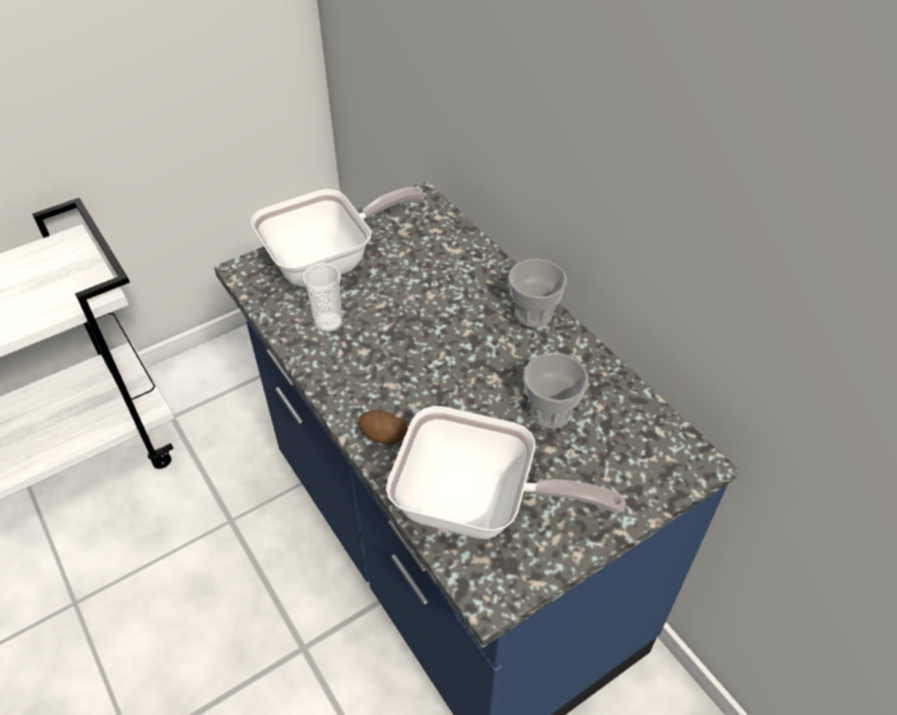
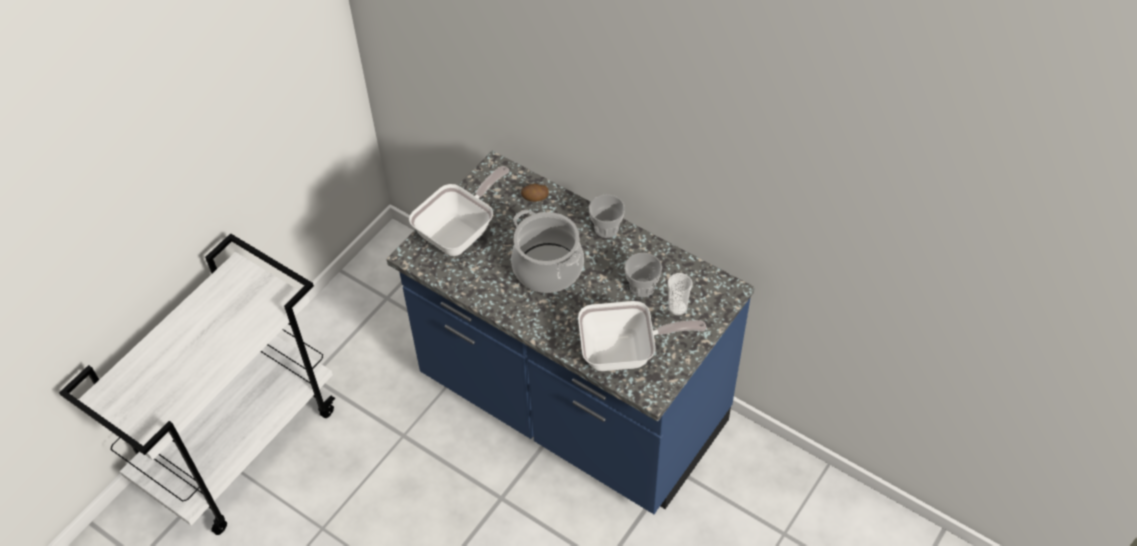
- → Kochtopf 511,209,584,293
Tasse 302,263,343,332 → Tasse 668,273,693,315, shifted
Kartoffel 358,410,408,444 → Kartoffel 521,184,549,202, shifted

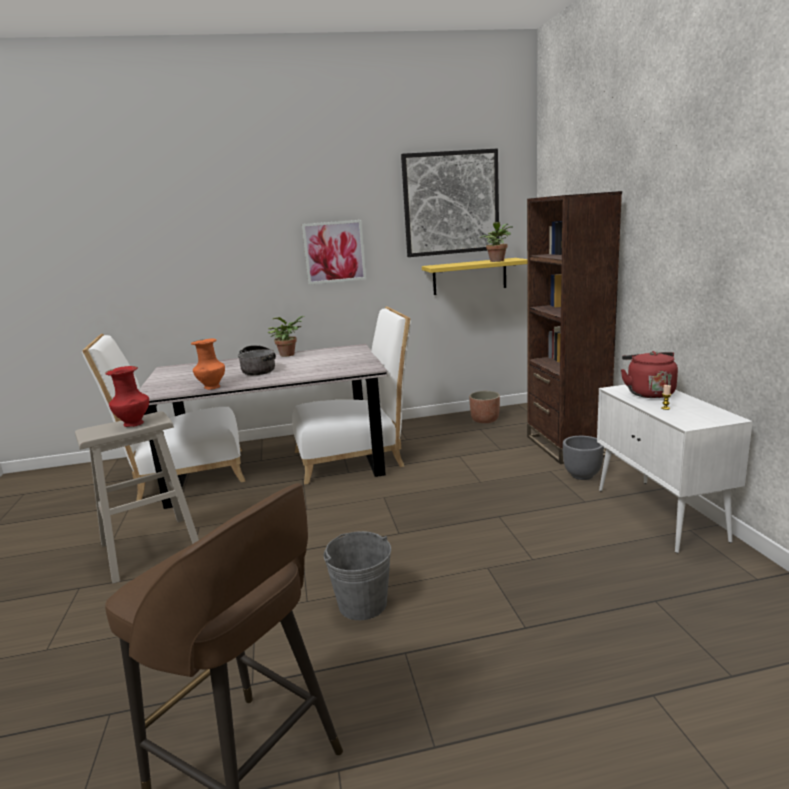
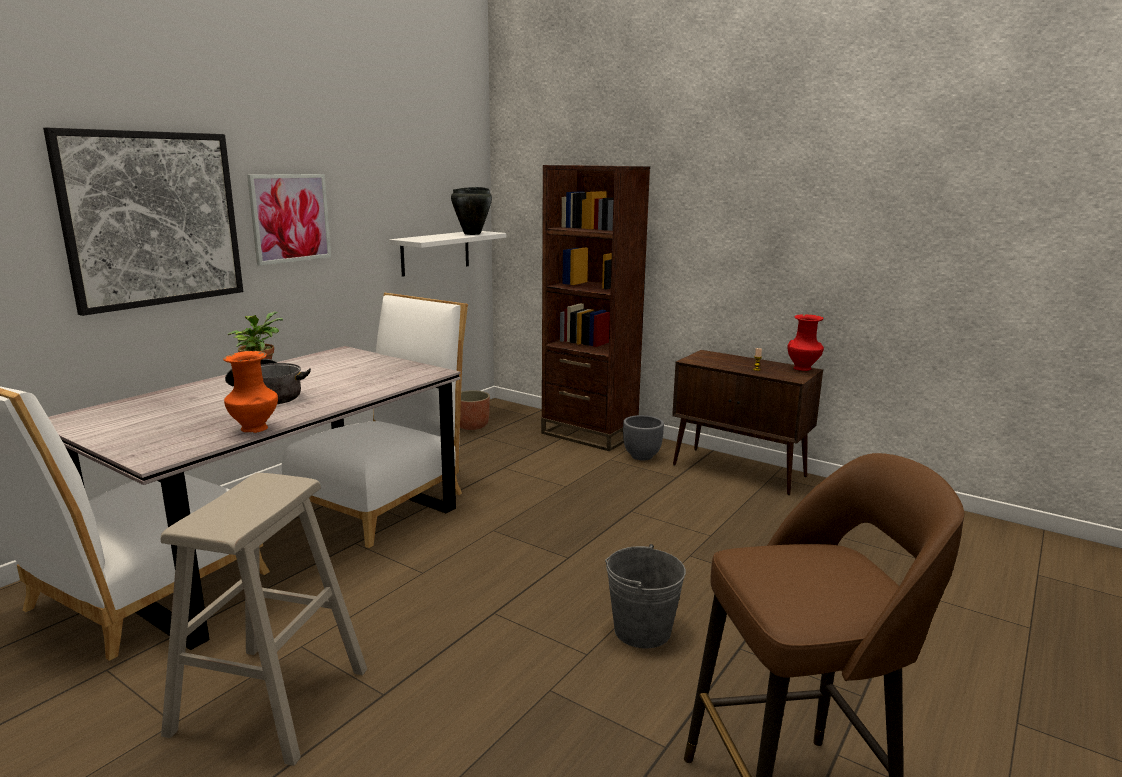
Wasserkessel/rot 621,351,678,398 → -
Vase/rot 105,366,149,427 → Vase/rot 787,314,824,371, shifted
Bild 401,148,499,257 → Bild 43,128,243,316, shifted
Topfpflanze 480,222,513,262 → Kochtopf/schwarz 451,187,492,235
Wandregal/gelb 422,258,527,295 → Wandregal/weiß 389,231,506,277
Schrank/weiß 597,385,753,553 → Schrank/braun 672,350,823,495

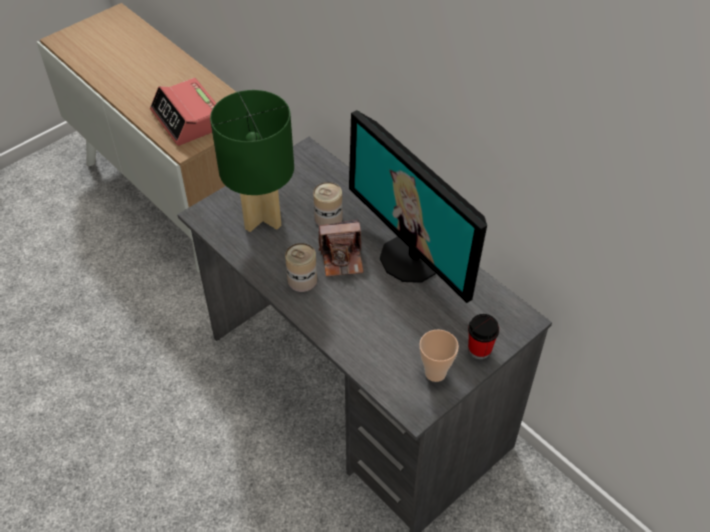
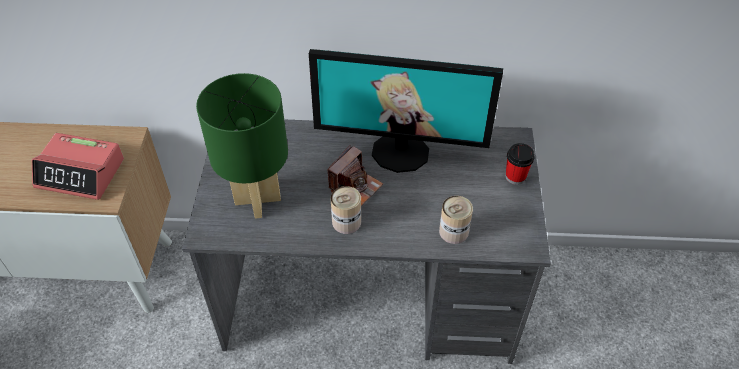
Tasse 419,330,459,382 → -
Dose 313,182,343,226 → Dose 439,196,473,244, shifted

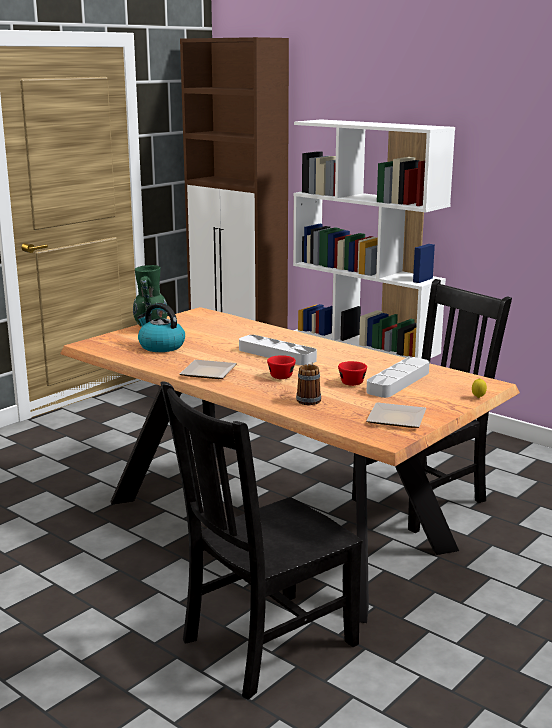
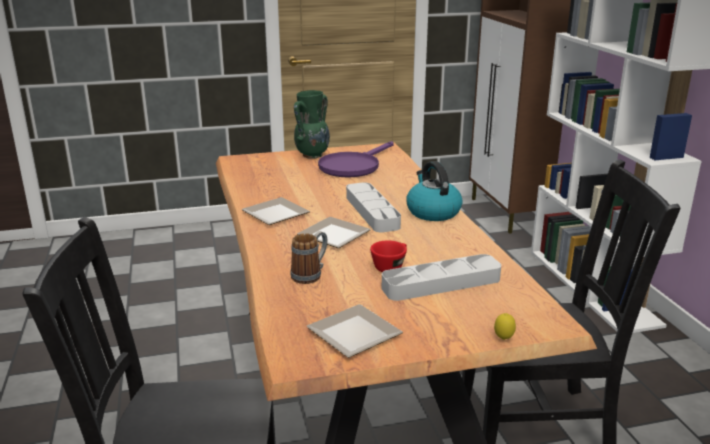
- → Pfanne/lila 318,141,393,178
Wasserkessel 137,303,185,352 → Wasserkessel 406,161,463,221, shifted
Tasse/rot 267,355,296,379 → Teller 297,217,371,248

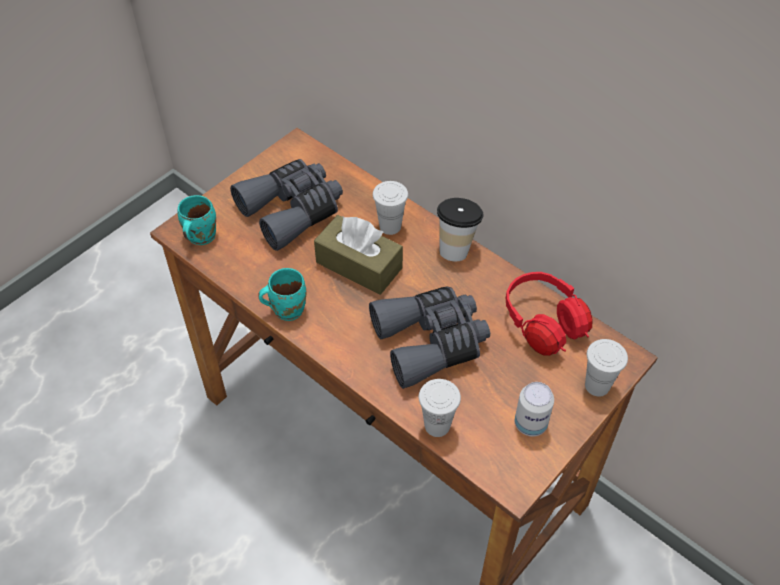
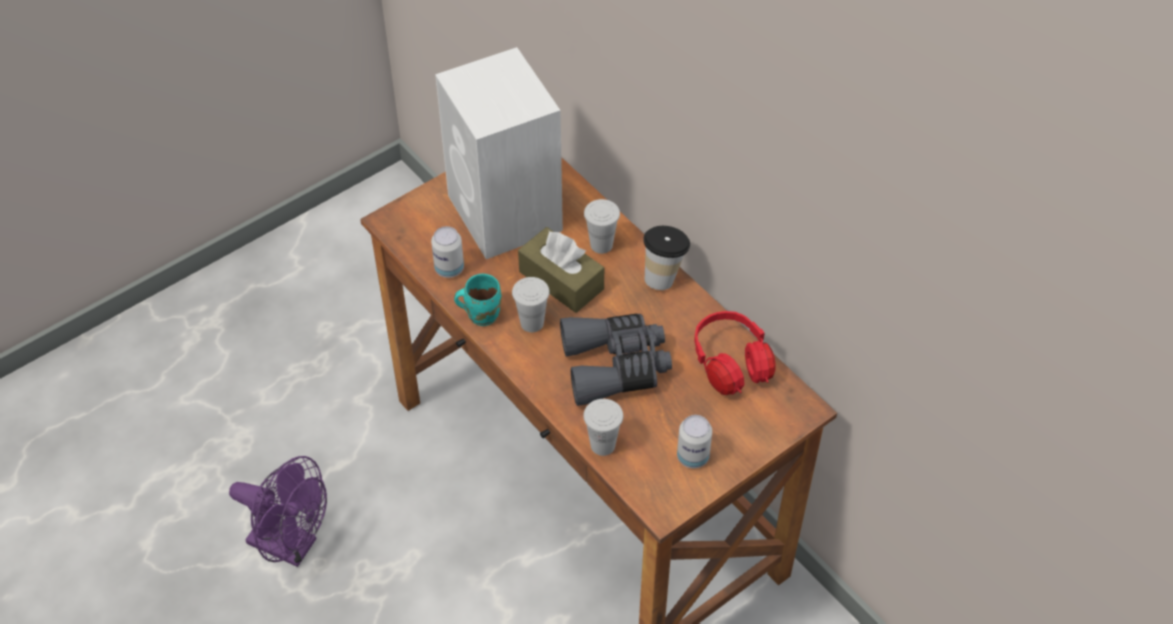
Henkelbecher/türkis 177,195,216,245 → -
- → Ventilator/lila 229,456,327,567
- → Dose 431,226,464,278
Tasse/weiß 585,339,628,397 → Tasse/weiß 512,277,550,332, shifted
Fernglas/grau 230,159,343,251 → Lautsprecher/weiß 435,47,563,259

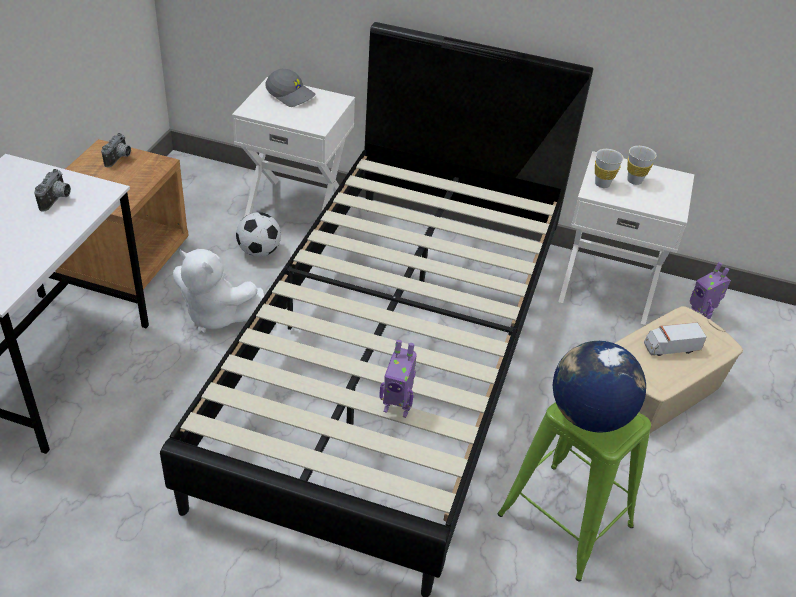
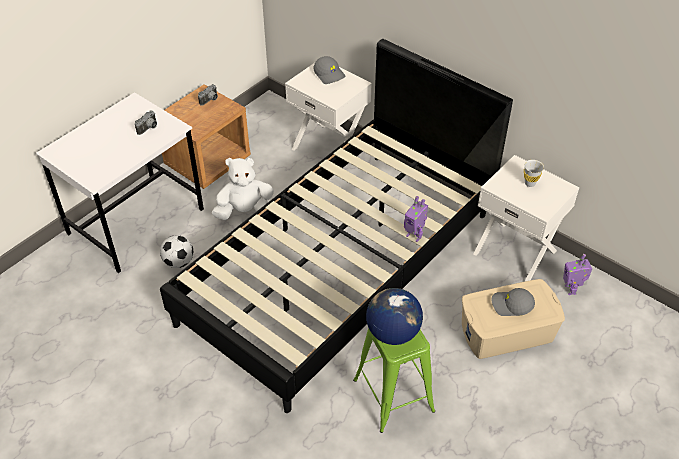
Tasse/weiß 595,149,624,188 → -
Fußball 236,212,281,257 → Fußball 160,235,193,268, shifted
Spielzeugroboter 379,340,417,418 → Spielzeugroboter 404,196,428,242, shifted
Spielzeuglaster 644,322,707,356 → Kappe/grau 492,288,535,316
Plüschtier/weiß 173,249,265,333 → Plüschtier/weiß 212,158,274,220, 120 degrees clockwise

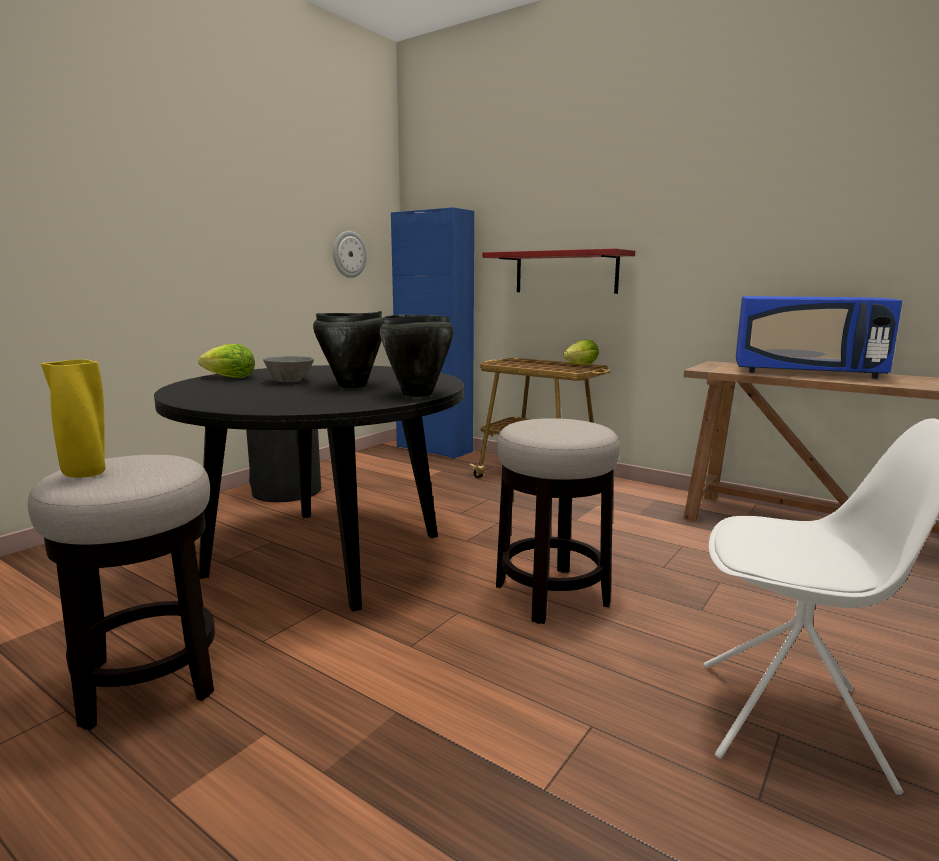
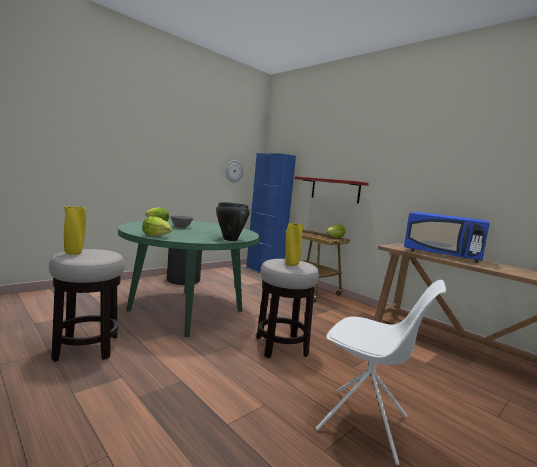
Kochtopf/schwarz 313,311,383,388 → -
- → Salatkopf 142,216,173,236
- → Vase/gelb 285,223,304,266
Esstisch/schwarz 154,365,464,611 → Esstisch/grün 118,220,259,337

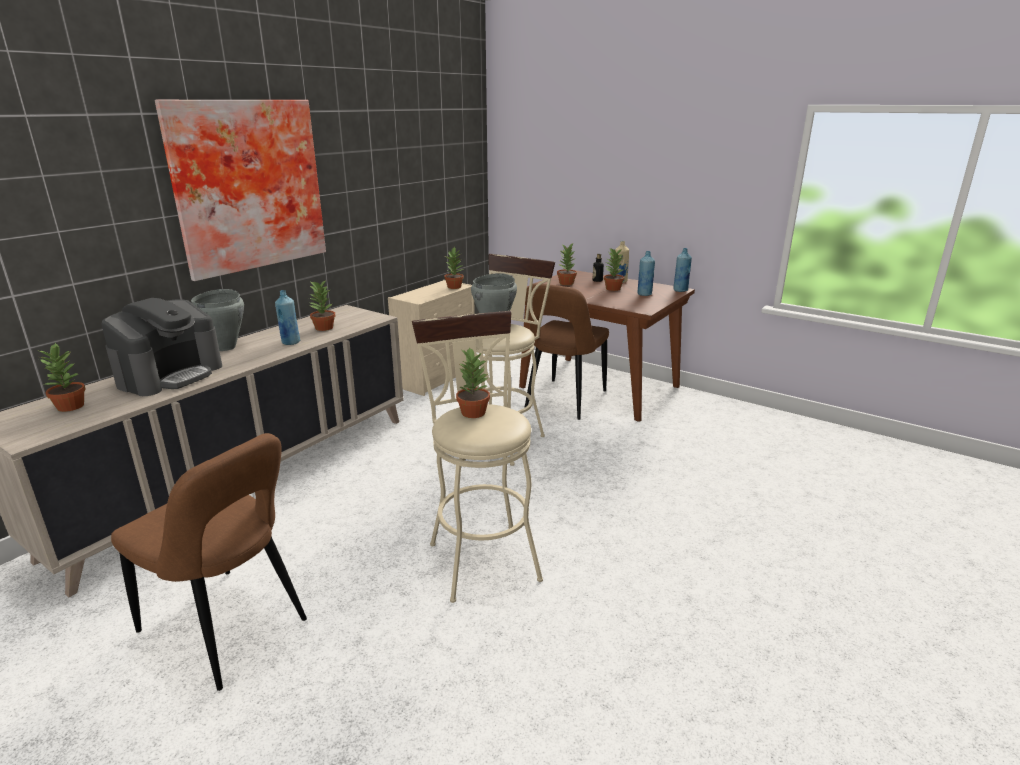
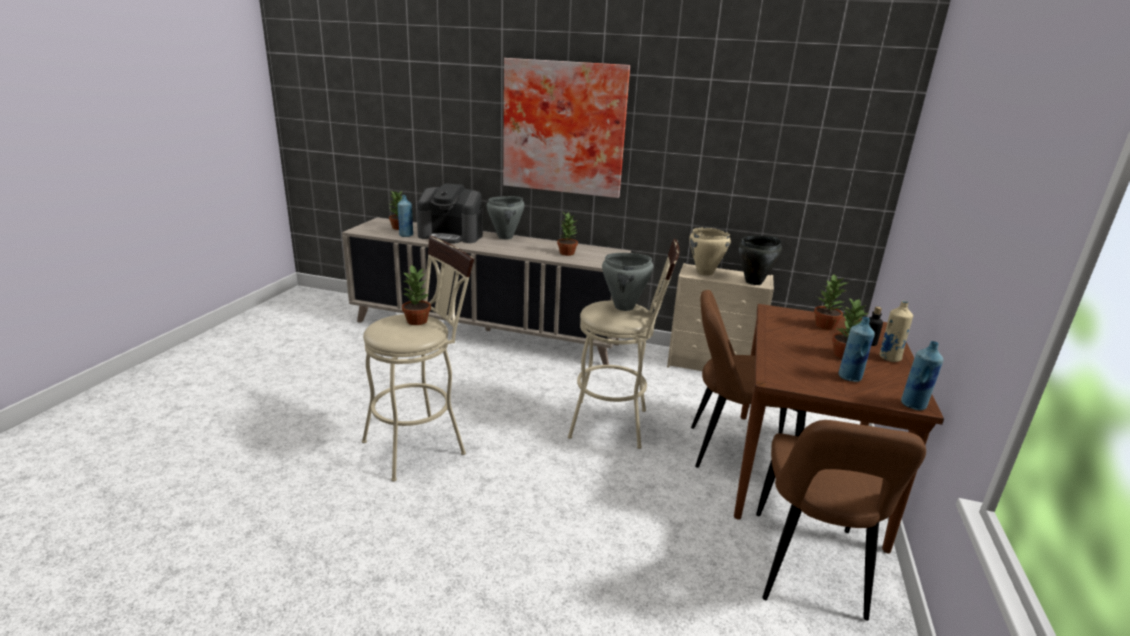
- → Kochtopf/beige 689,227,731,276
Stuhl/braun 111,433,307,691 → Stuhl/braun 756,420,926,621, shifted
Flasche/blau 275,290,301,345 → Flasche/blau 397,195,413,237, shifted
Topfpflanze 444,247,464,289 → Kochtopf/schwarz 738,236,782,285

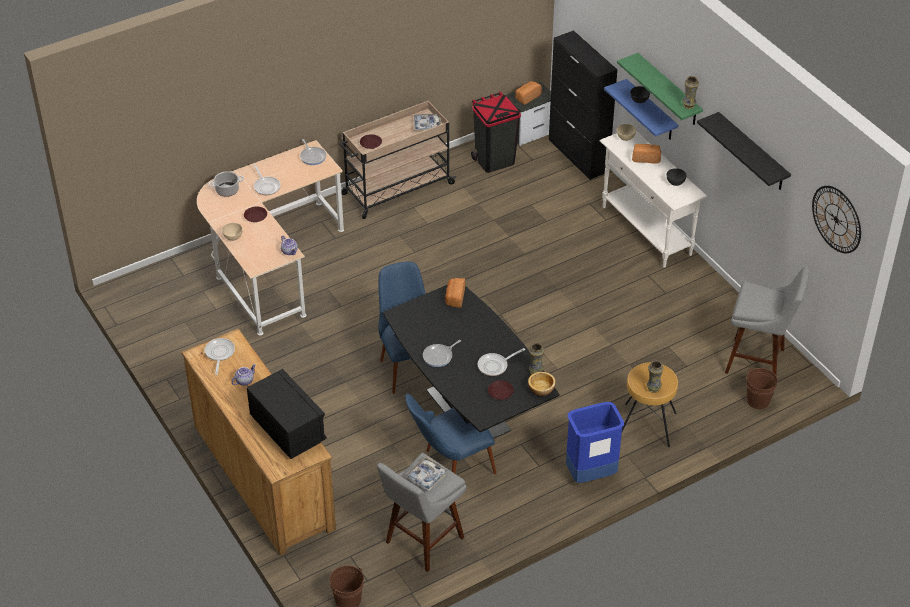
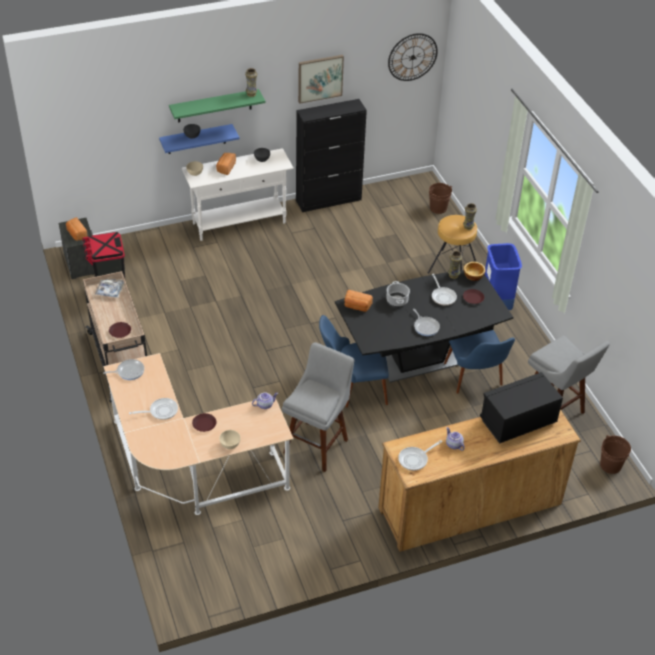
Tablett 405,456,449,491 → -
Kochtopf 209,171,244,197 → Kochtopf 386,281,410,307, shifted
Schrank/schwarz 549,30,617,180 → Schrank/schwarz 296,99,367,212, shifted
Hocker/grau 725,266,810,375 → Hocker/grau 282,342,354,472, shifted
Wandregal/schwarz 697,112,791,190 → Bild 298,55,344,104
Pfanne 205,338,235,375 → Pfanne 398,440,443,471, 45 degrees counterclockwise

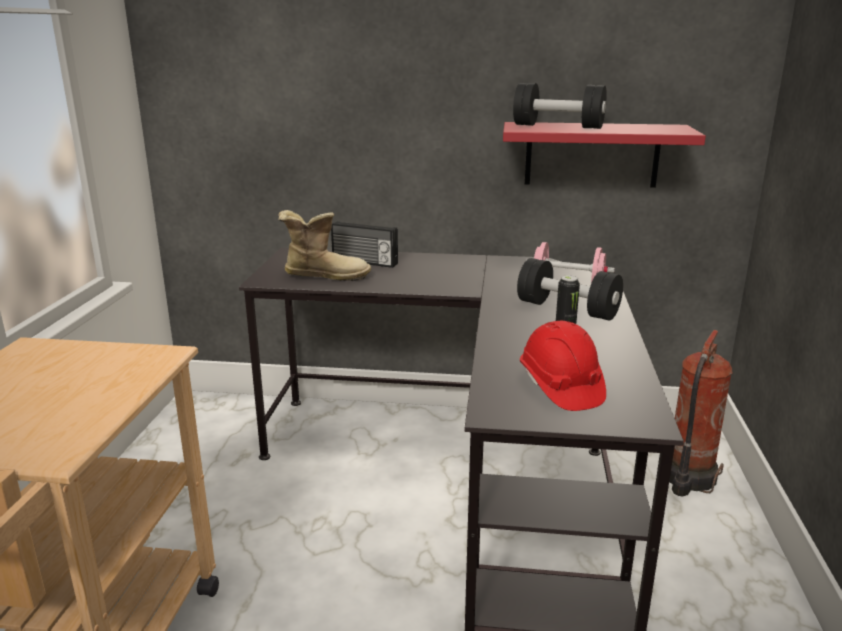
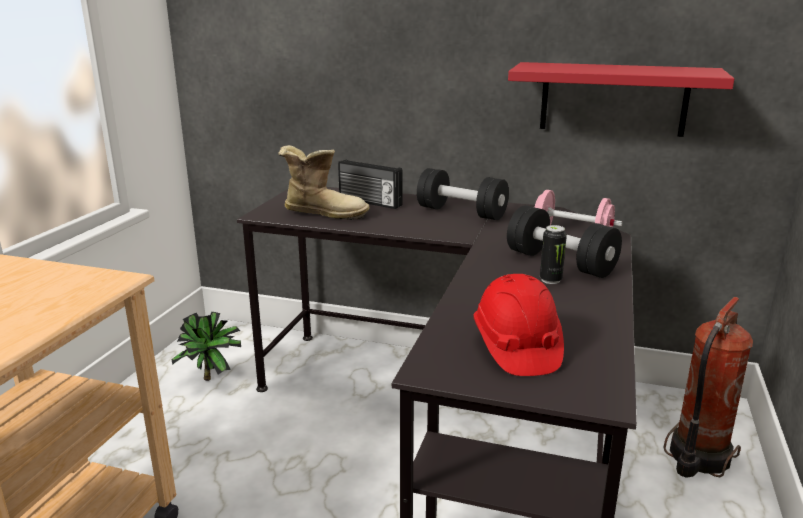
- → Topfpflanze 171,312,241,381
Hantel/schwarz 513,83,607,129 → Hantel/schwarz 417,168,509,220, shifted

